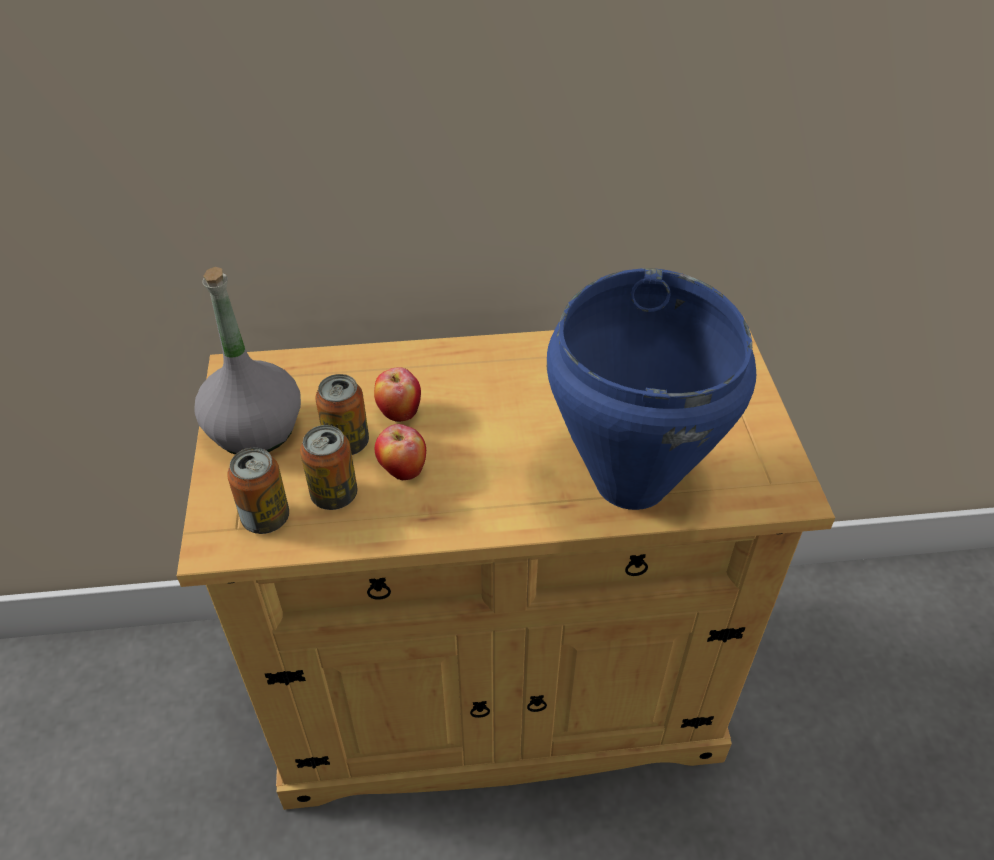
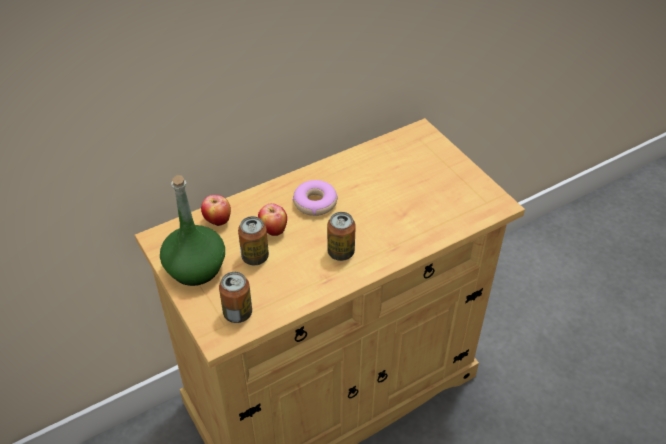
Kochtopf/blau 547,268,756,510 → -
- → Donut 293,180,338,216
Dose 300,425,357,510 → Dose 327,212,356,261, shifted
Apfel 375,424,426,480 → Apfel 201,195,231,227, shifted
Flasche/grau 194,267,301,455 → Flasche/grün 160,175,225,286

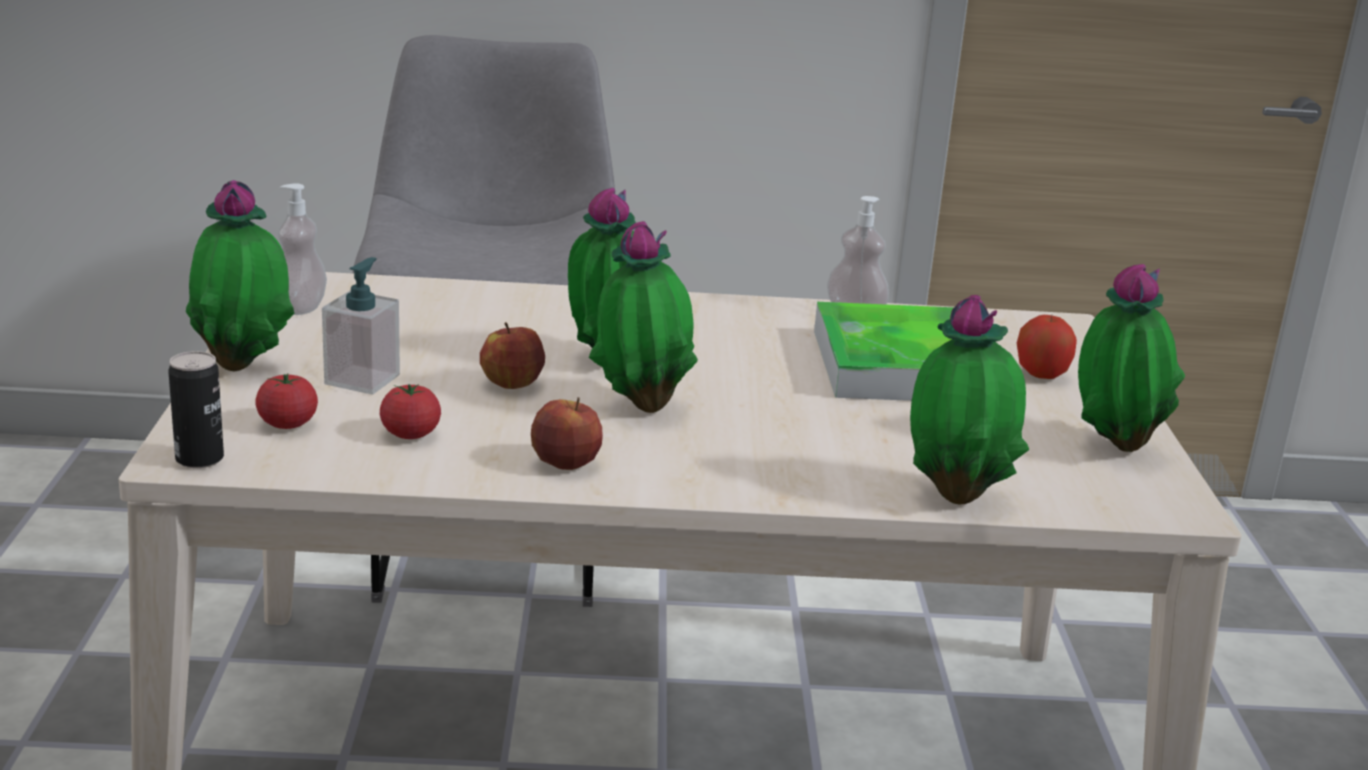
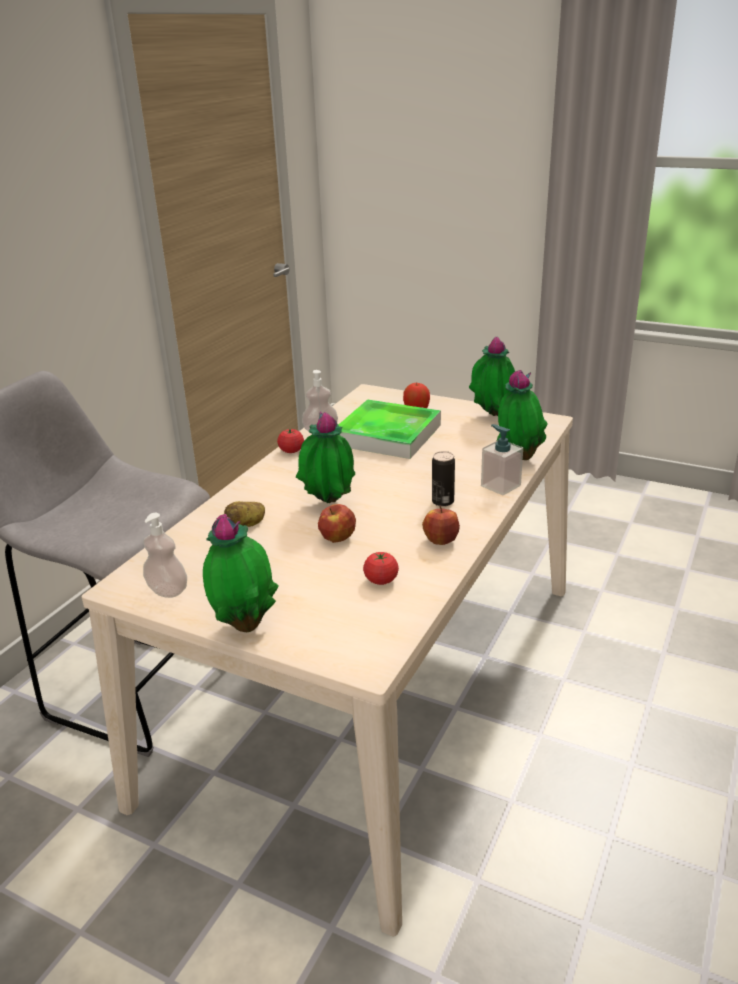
Topfpflanze 589,221,698,413 → -
- → Kartoffel 224,501,265,527
Dose 168,351,224,468 → Dose 432,451,455,507, shifted
Tomate 256,374,318,429 → Tomate 277,429,304,453, shifted
Seifenspender 322,257,400,394 → Seifenspender 481,424,523,495, shifted

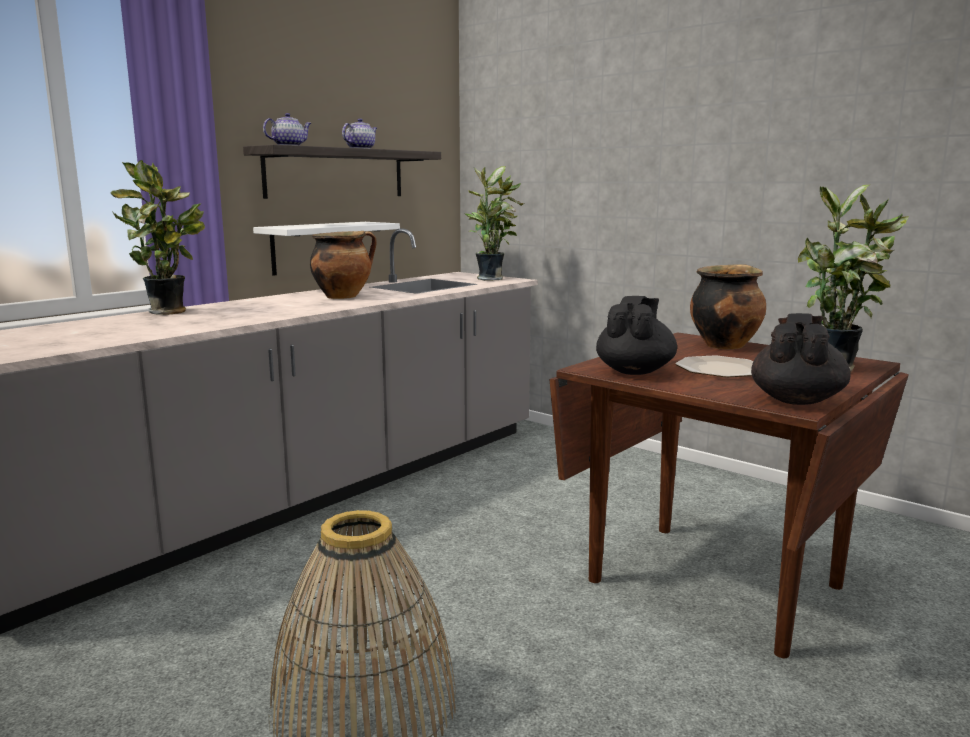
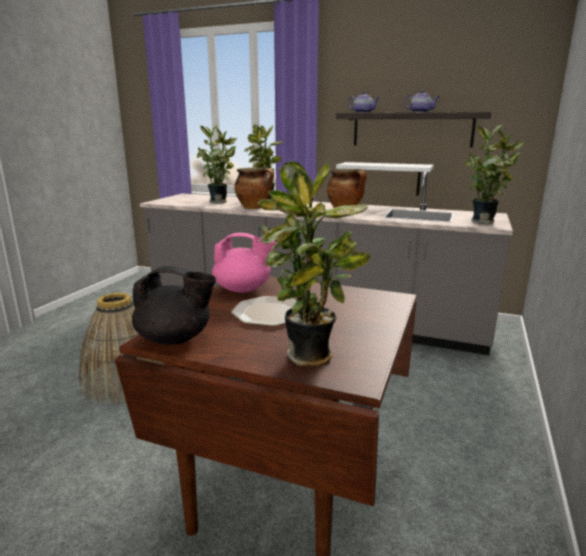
- → Topfpflanze 197,125,237,203
Kochtopf 690,264,766,349 → Kochtopf 234,167,274,209, shifted
Teekanne/schwarz 596,296,677,375 → Teekanne/rosa 212,233,277,292

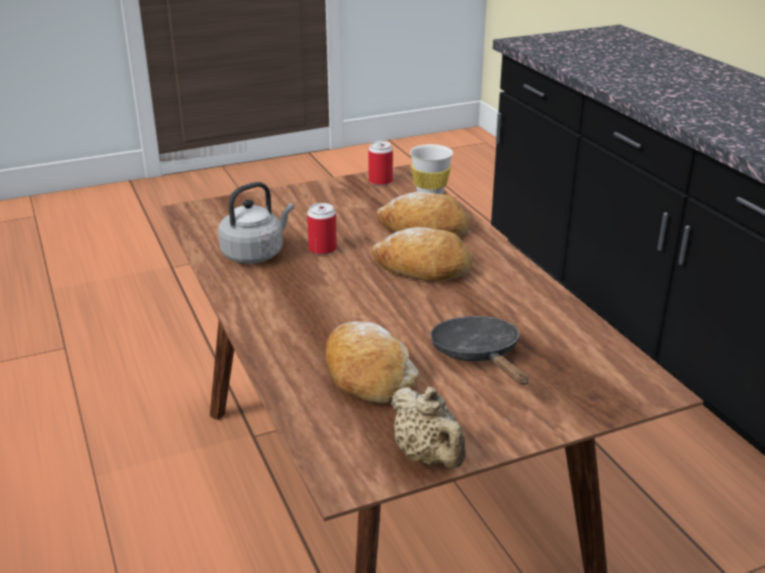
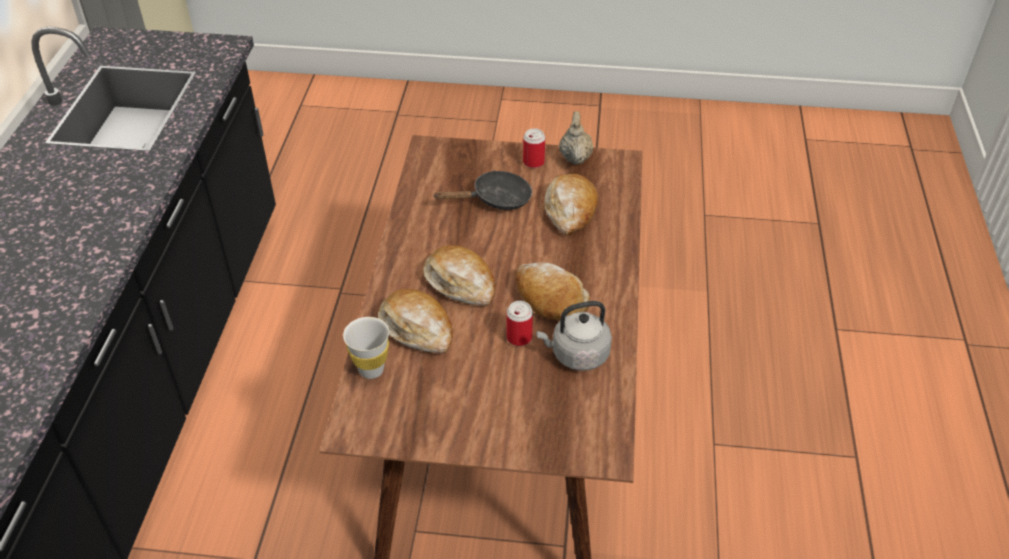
- → Brot 516,263,589,321
Dose 368,141,393,186 → Dose 523,128,545,168, shifted
Pfanne/schwarz 430,316,529,385 → Pfanne/schwarz 433,170,532,210, 120 degrees counterclockwise

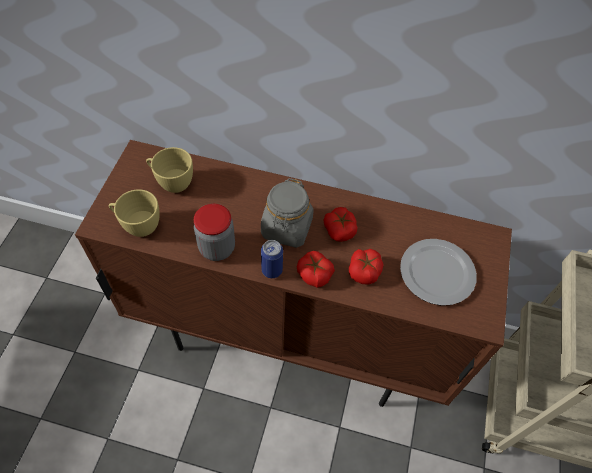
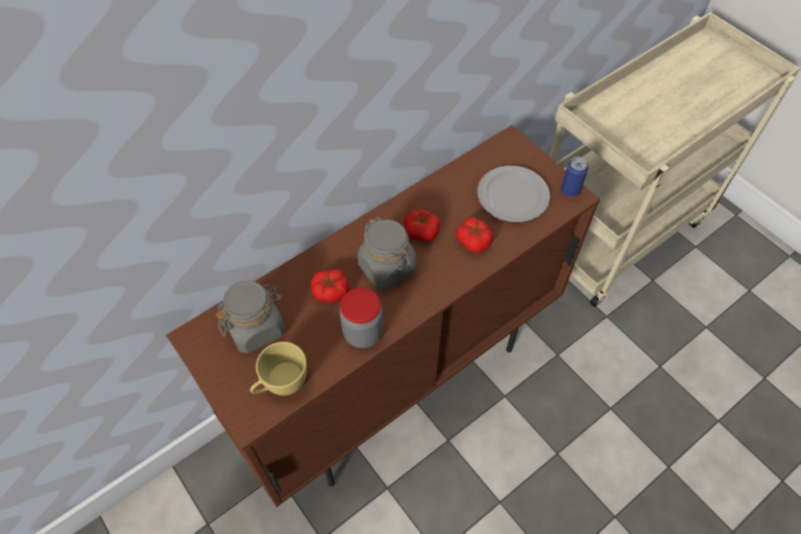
Dose 261,240,283,278 → Dose 561,157,588,197, shifted
Tomate 297,251,335,288 → Tomate 311,269,349,302, shifted
Tasse/gelb 146,147,193,193 → Vorratsglas/grau 216,280,285,353

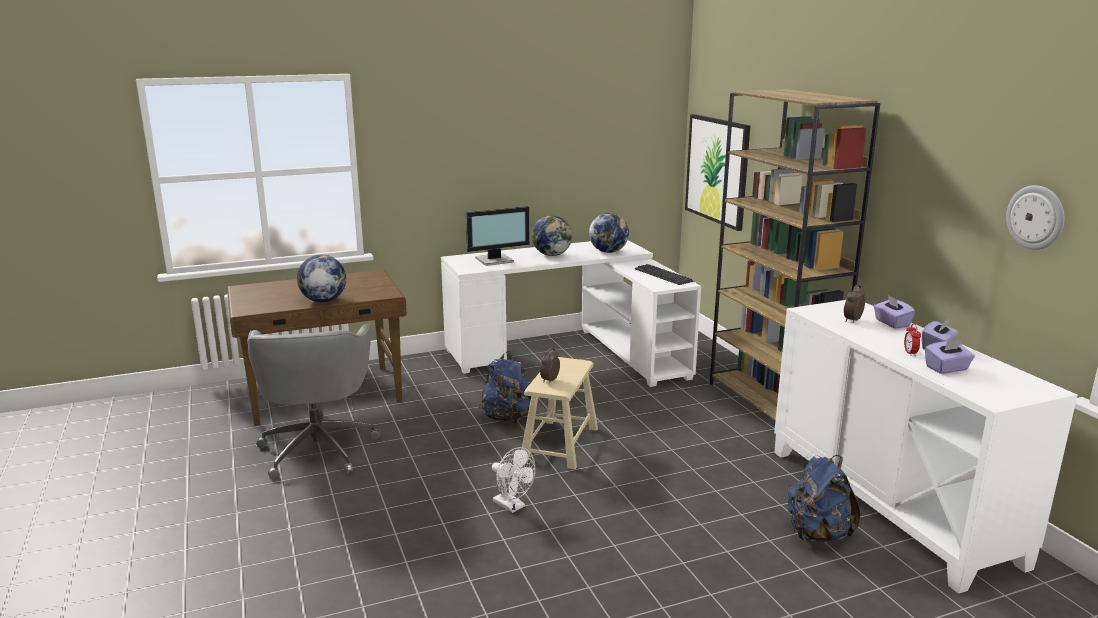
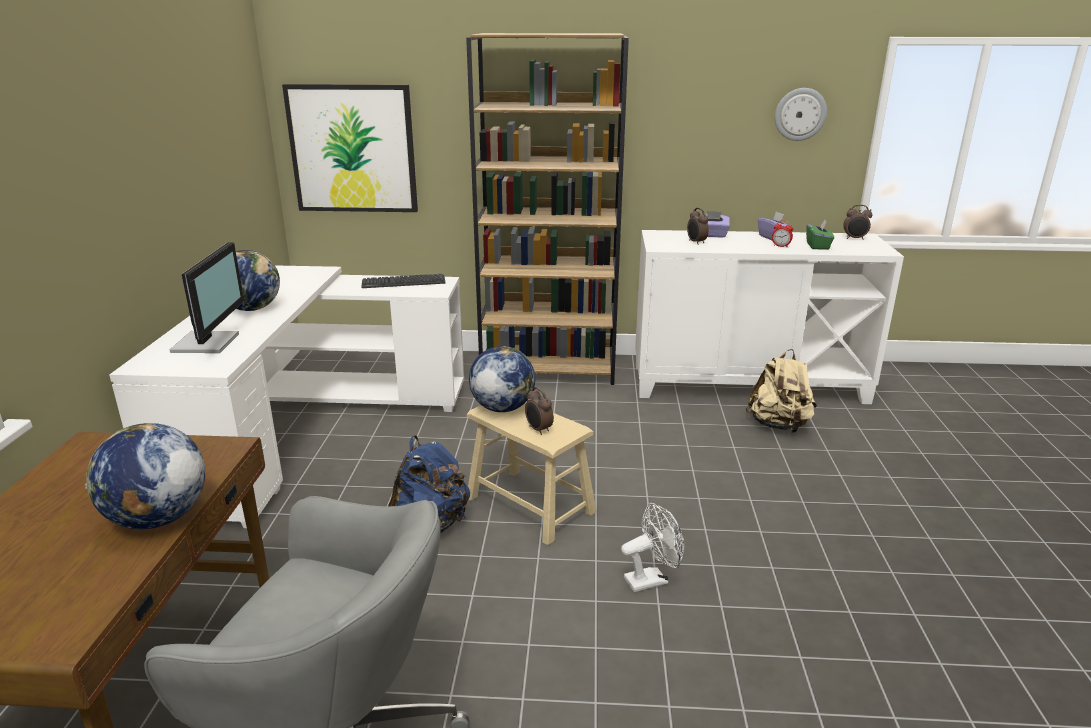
- → Wecker 843,205,872,240
Globus 589,213,629,253 → Globus 469,346,535,412, shifted
Rucksack/blau 788,455,860,543 → Rucksack/beige 746,349,817,433
Taschentuchbox/lila 925,340,975,374 → Taschentuchbox/grün 806,219,834,250

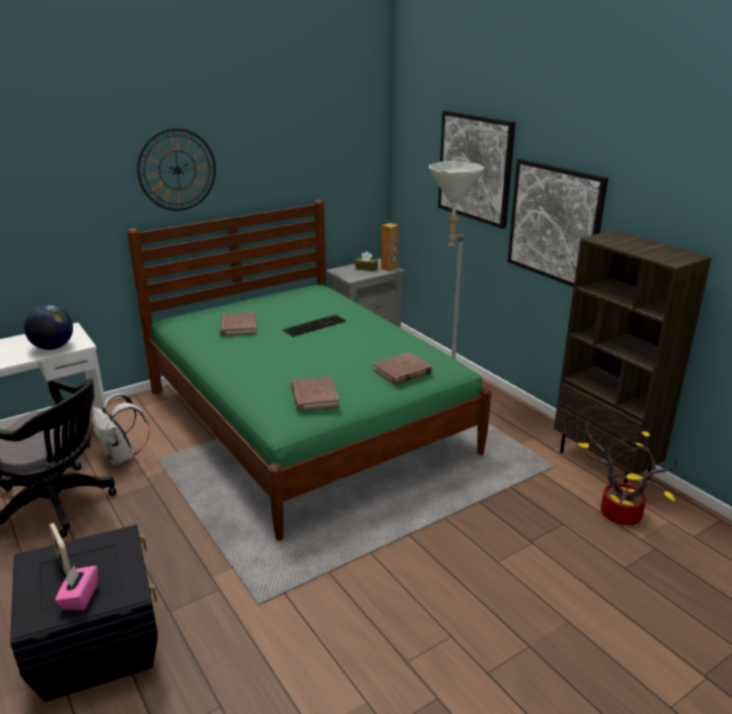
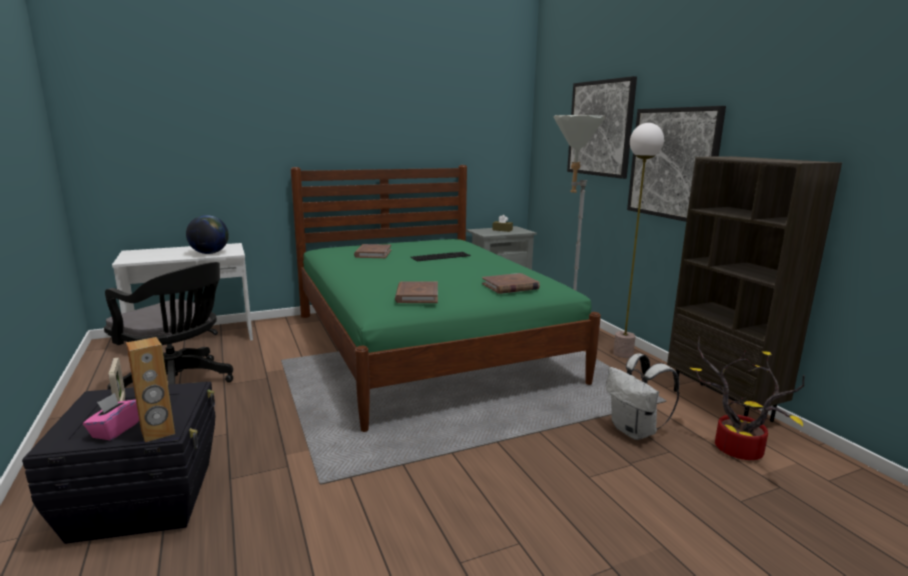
Wanduhr 137,128,216,211 → -
- → Stehlampe 613,123,664,358
Rucksack/weiß 92,393,150,465 → Rucksack/weiß 606,353,680,440, shifted
Lautsprecher/braun 381,223,399,271 → Lautsprecher/braun 126,337,175,442, shifted

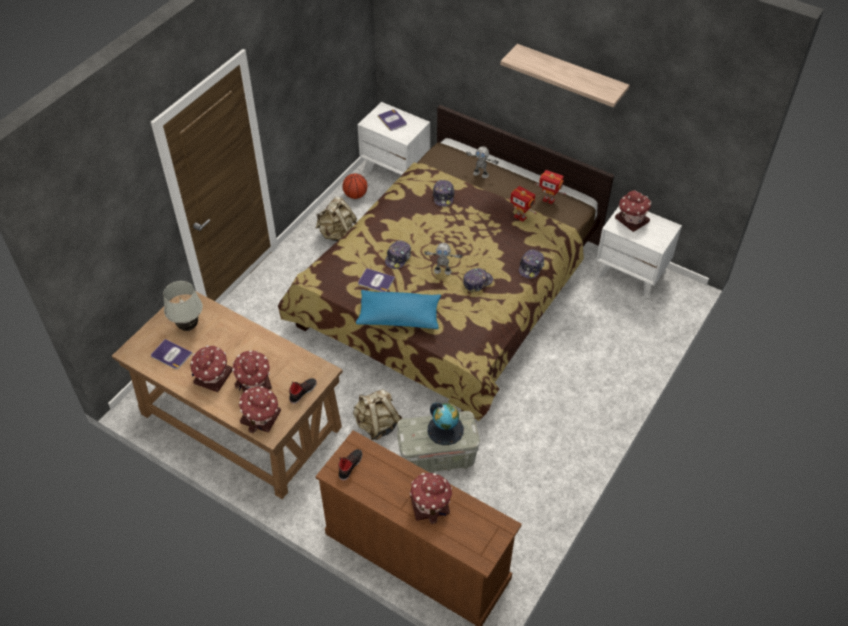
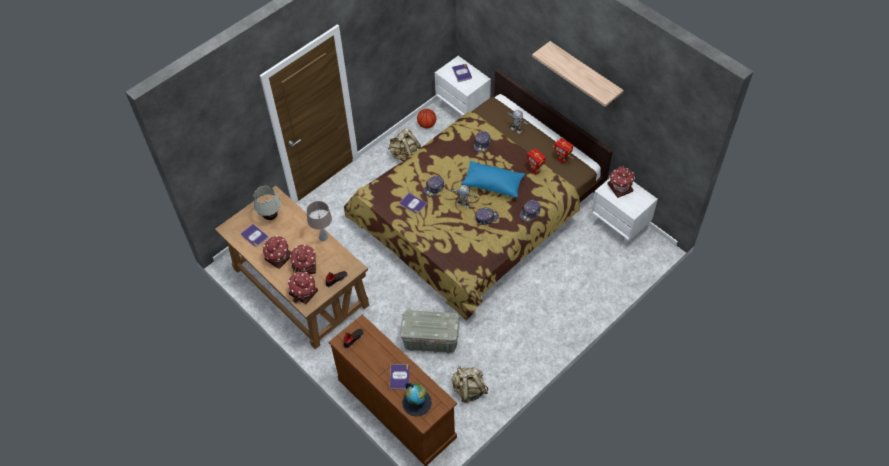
- → Tischlampe/beige 306,201,332,241
Rucksack/beige 353,389,402,440 → Rucksack/beige 452,366,488,403, shifted
Kissen/blau 356,290,441,329 → Kissen/blau 461,161,525,198, shifted
Globus 428,402,464,445 → Globus 402,382,432,416, shifted
Spielzeughaus 410,473,452,524 → Buch 390,364,410,389

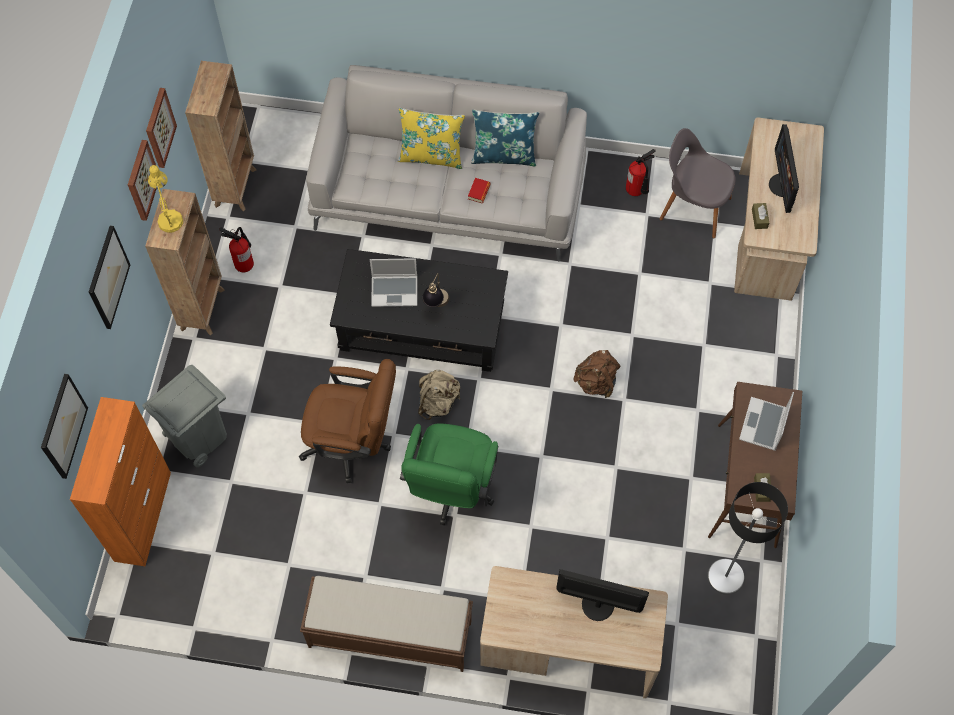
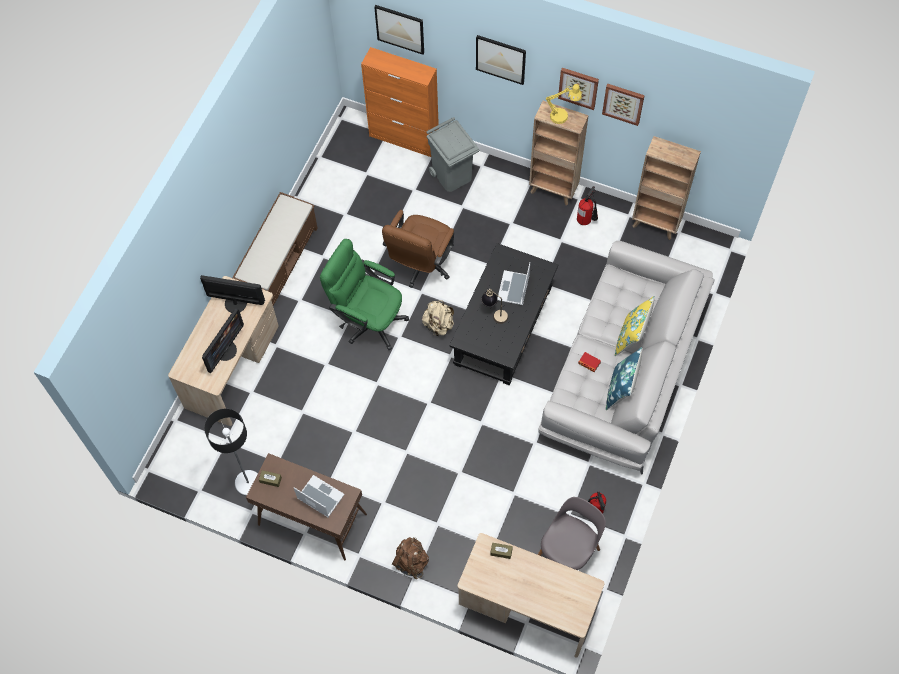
Rucksack/braun 573,350,620,398 → Rucksack/braun 392,537,429,580, shifted
Monitor 769,124,799,213 → Monitor 200,275,265,313, shifted

